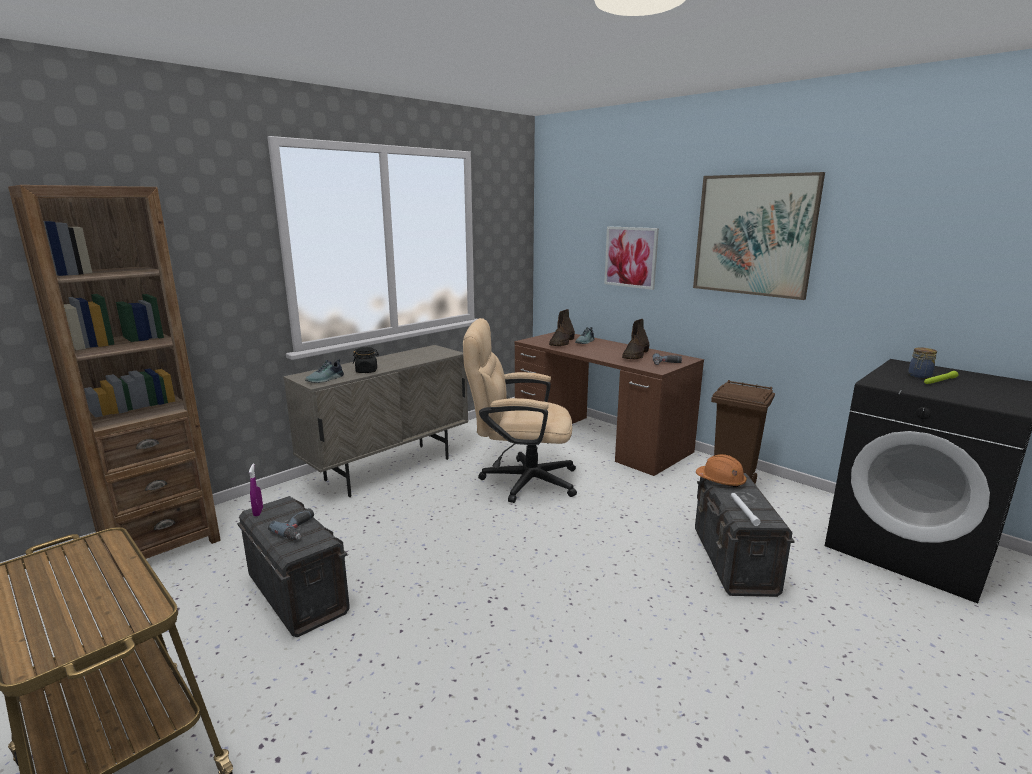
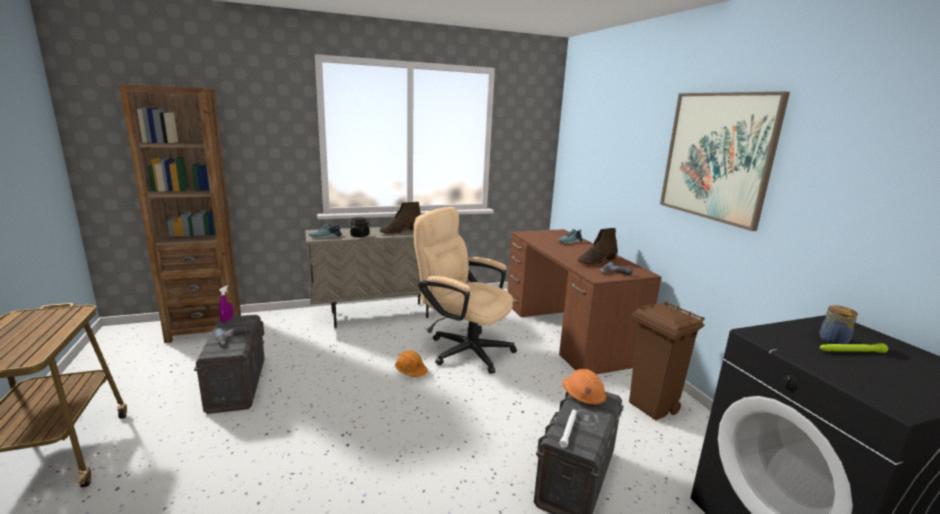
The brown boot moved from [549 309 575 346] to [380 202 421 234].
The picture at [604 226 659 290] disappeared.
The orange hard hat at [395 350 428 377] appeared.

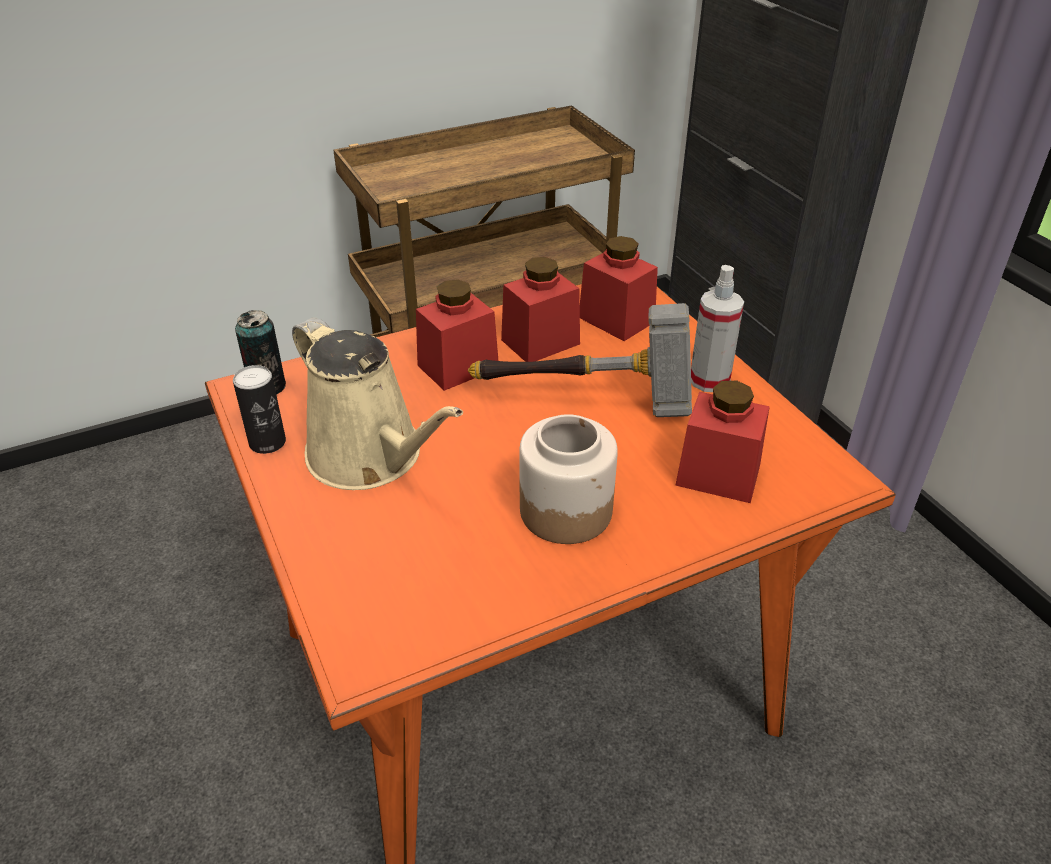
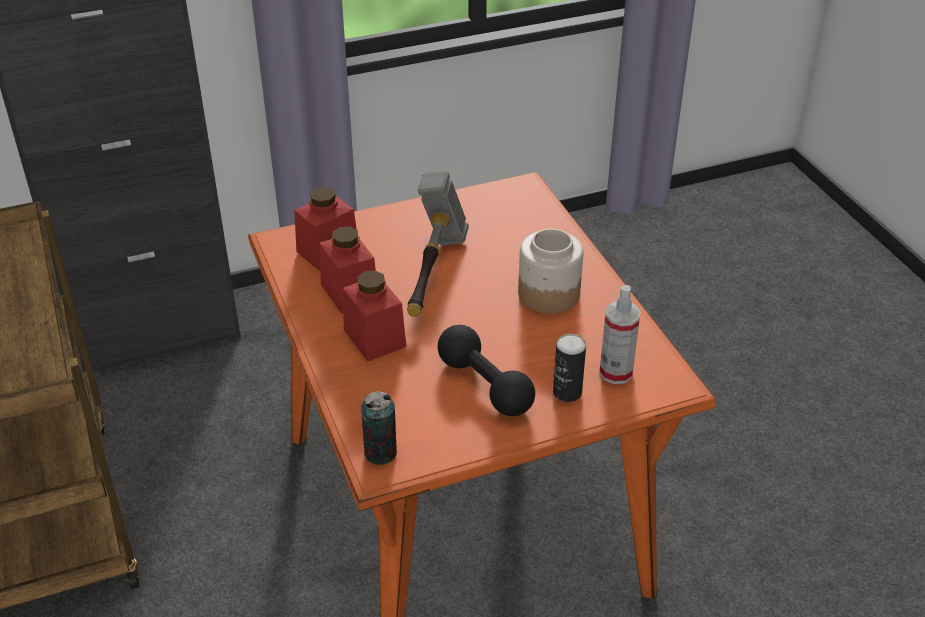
The can moved from [233 365 286 454] to [553 334 586 402].
The beige watering can at [292 317 463 490] was replaced by the black dumbbell at [438 325 535 416].
The red jar at [675 381 770 503] disappeared.
The spray bottle moved from [691 265 744 392] to [599 285 641 384].

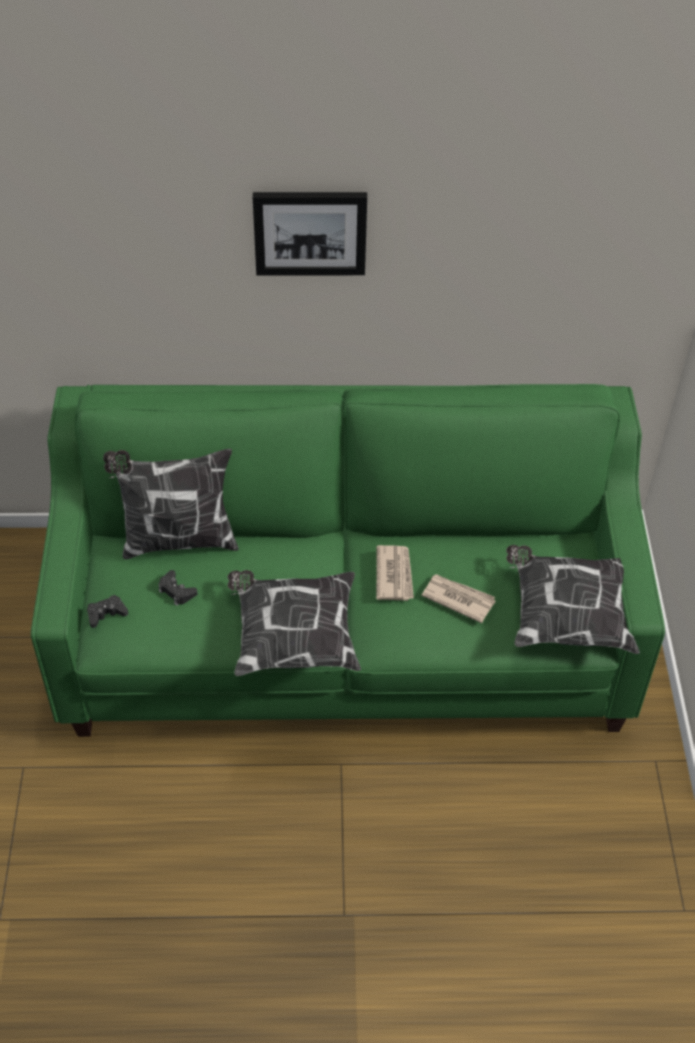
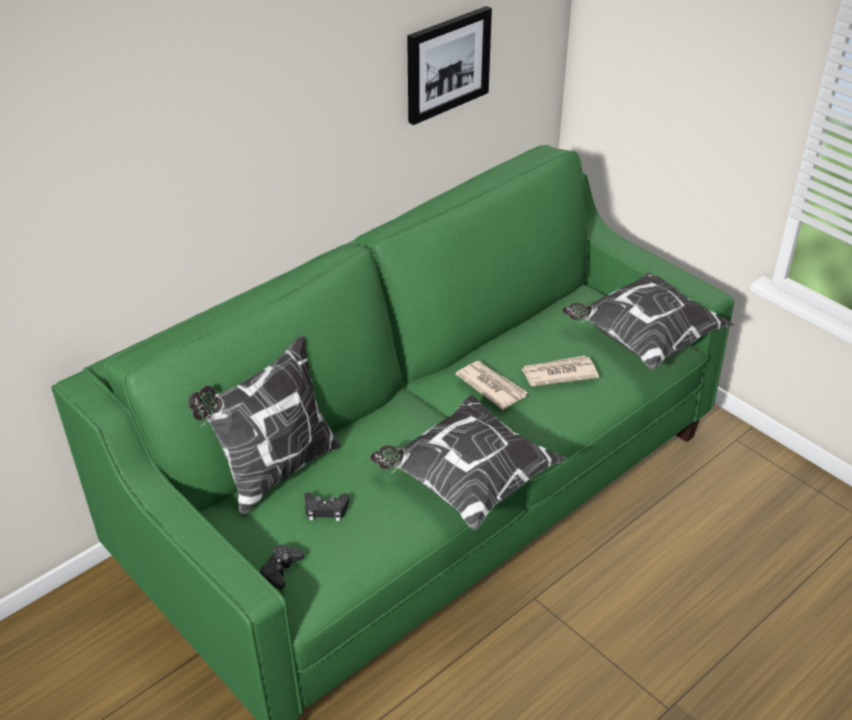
The picture moved from [253 192 367 276] to [407 6 492 125].

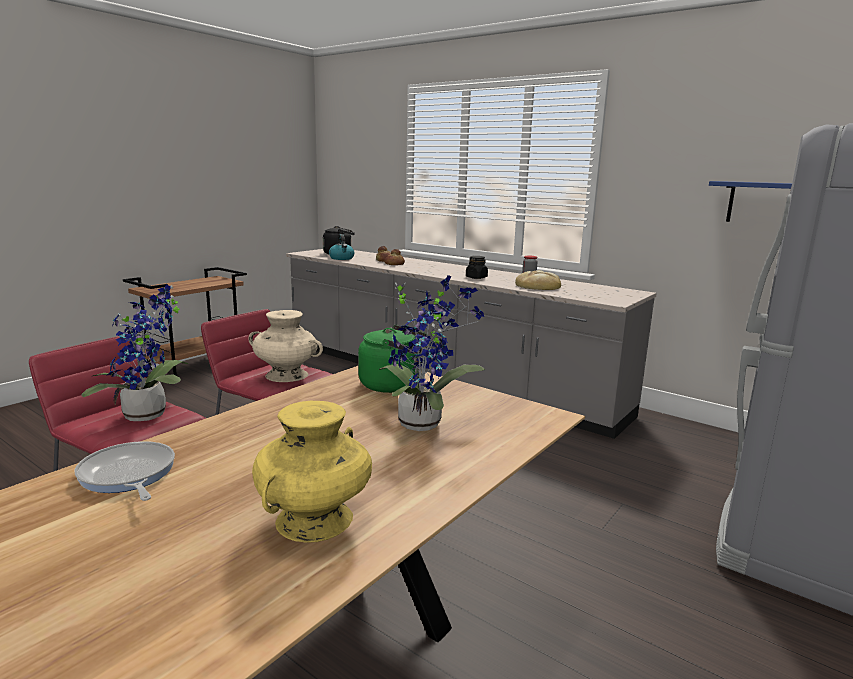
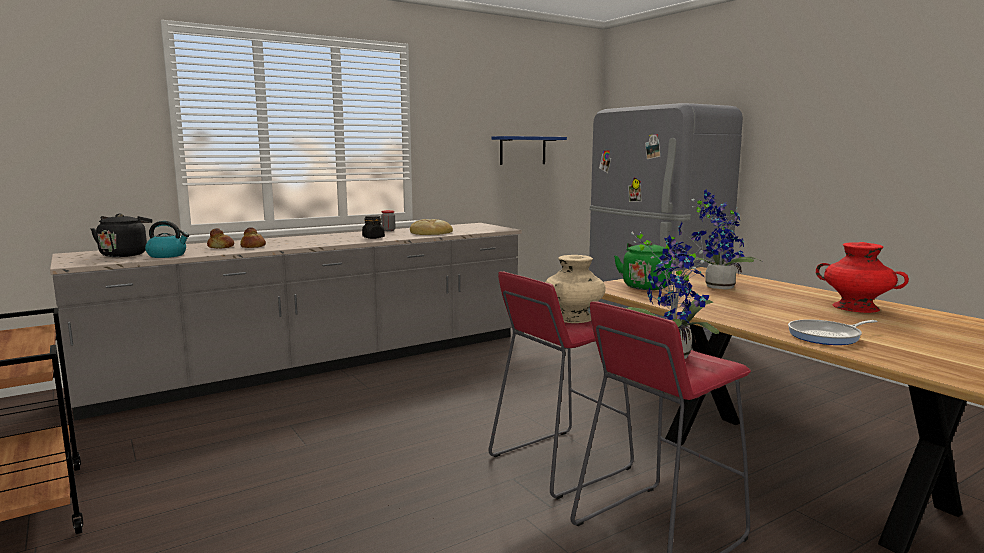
The yellow vase at [252 401 372 543] became the red vase at [816 242 909 313].

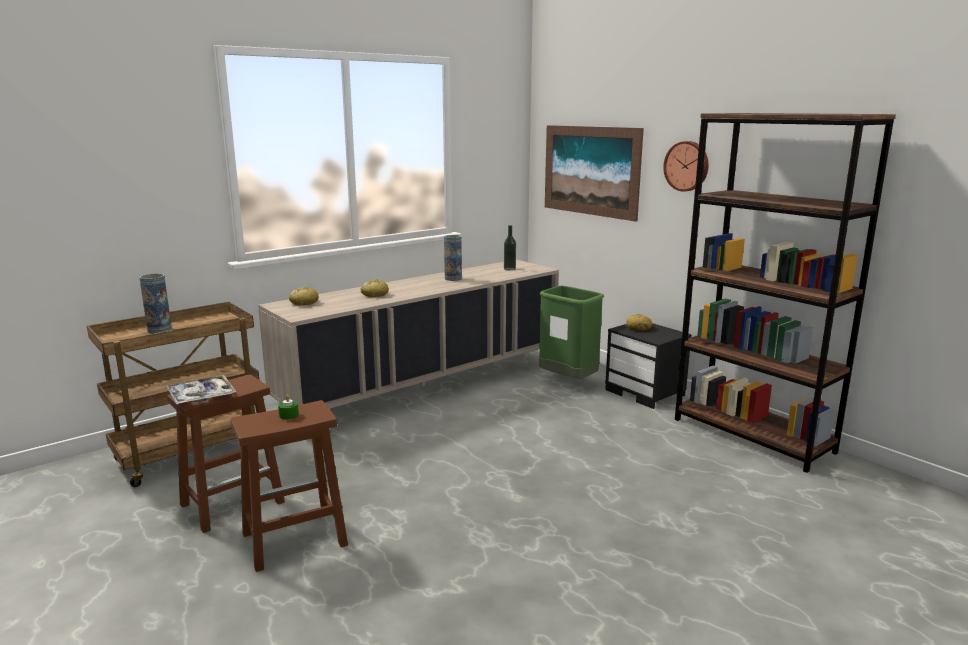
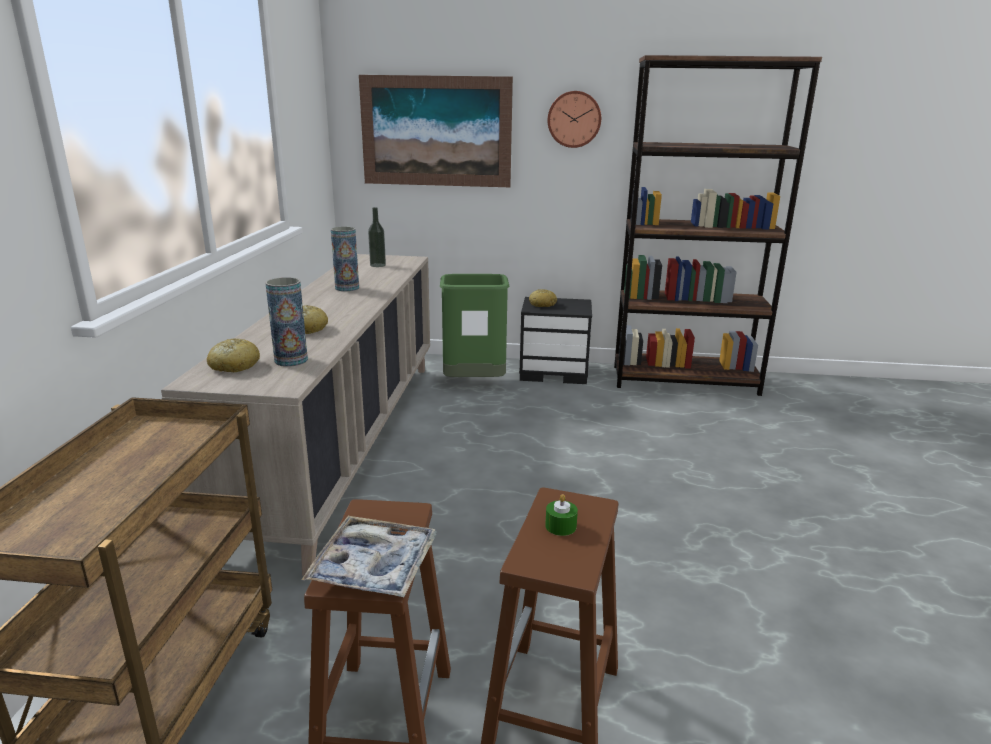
The vase moved from [139 274 172 334] to [266 277 308 367].

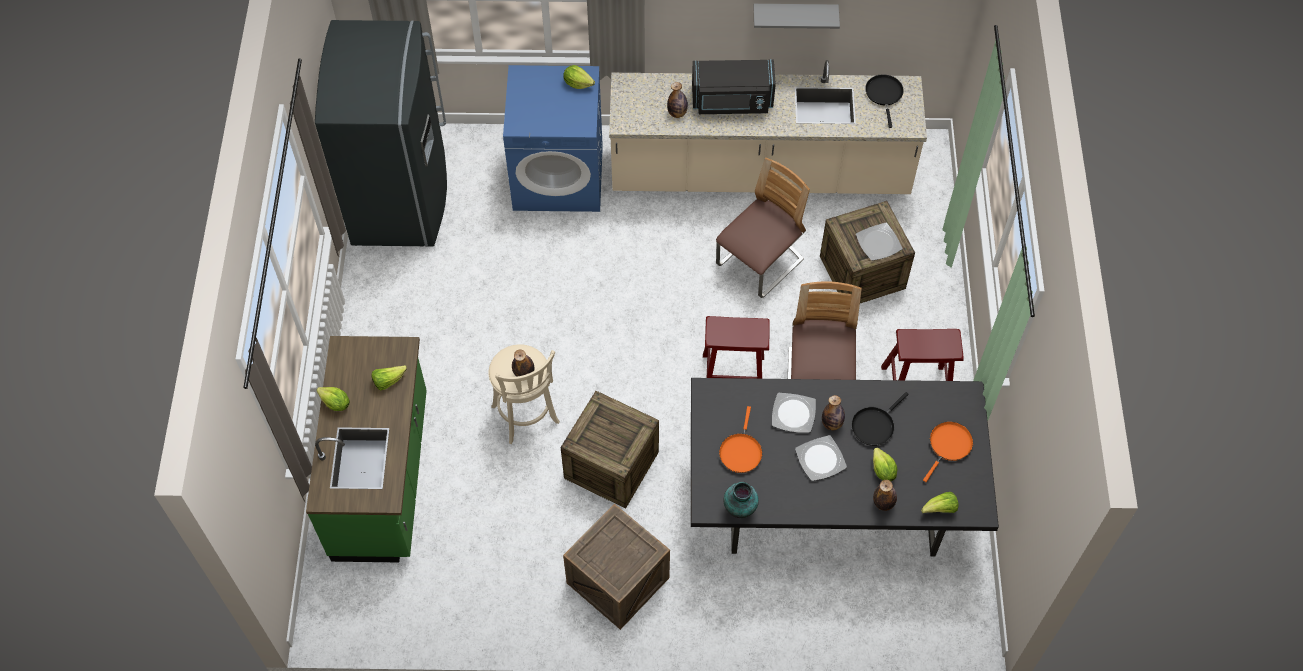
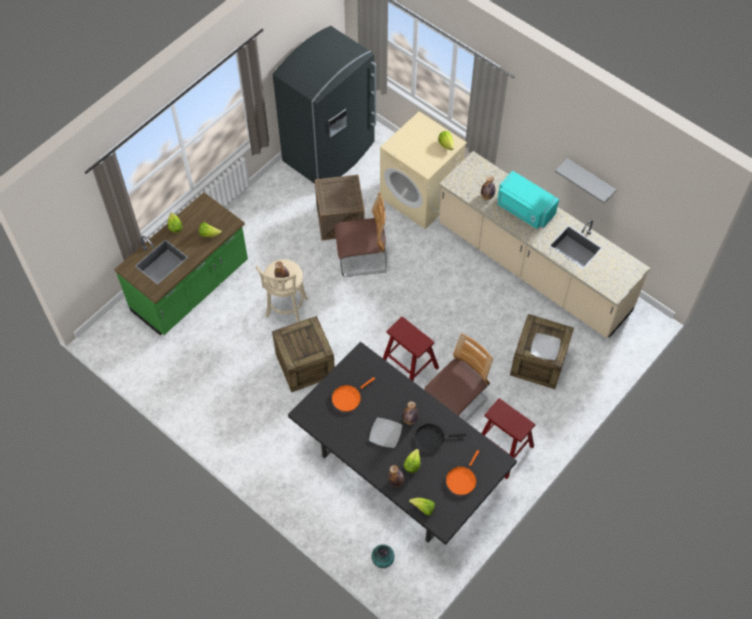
The blue washing machine at [503 65 603 212] became the beige washing machine at [380 111 467 229].
The crate moved from [563 504 670 630] to [315 175 365 241].
The black microwave at [692 60 776 114] became the turquoise microwave at [497 171 559 229].
The chair moved from [716 158 810 298] to [334 192 388 277].
The vase moved from [724 481 759 518] to [372 544 395 568].
The plate at [772 393 816 433] disappeared.
The black frying pan at [865 74 904 128] disappeared.
The orange frying pan at [923 421 973 482] turned 135 degrees clockwise.

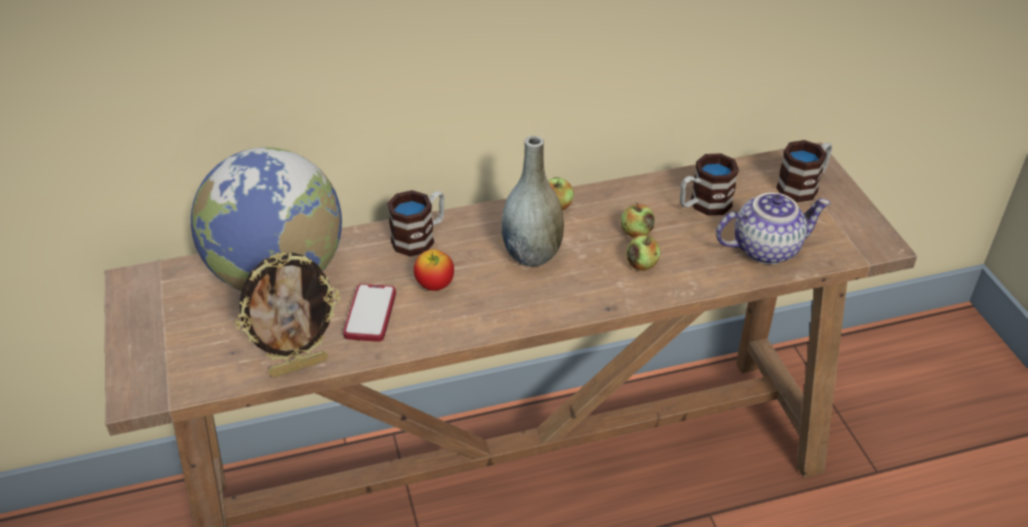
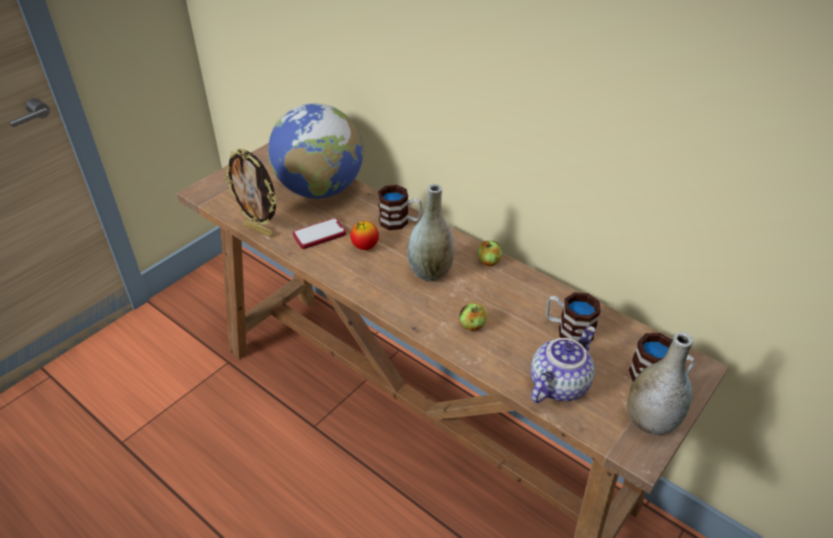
The apple at [621 203 655 238] disappeared.
The teapot at [716 193 830 265] turned 90 degrees counterclockwise.
The grey vase at [628 332 693 435] appeared.

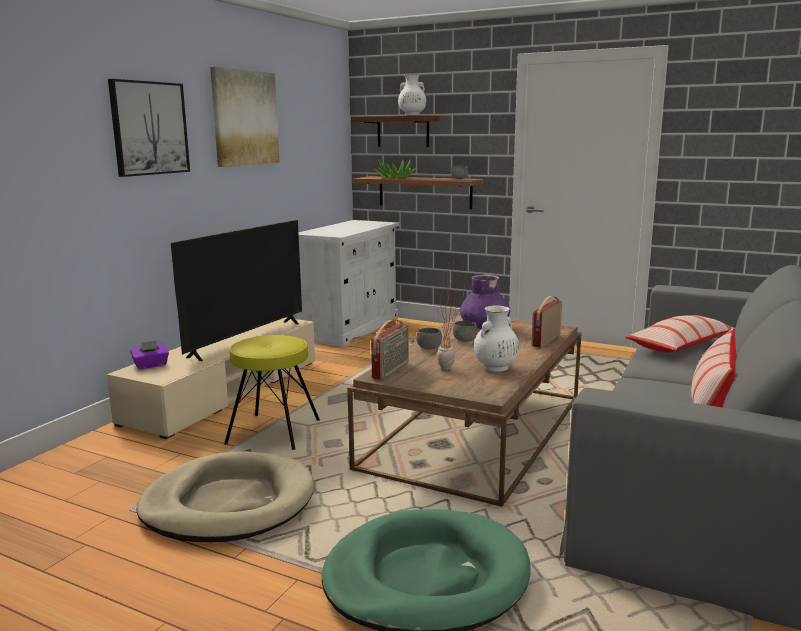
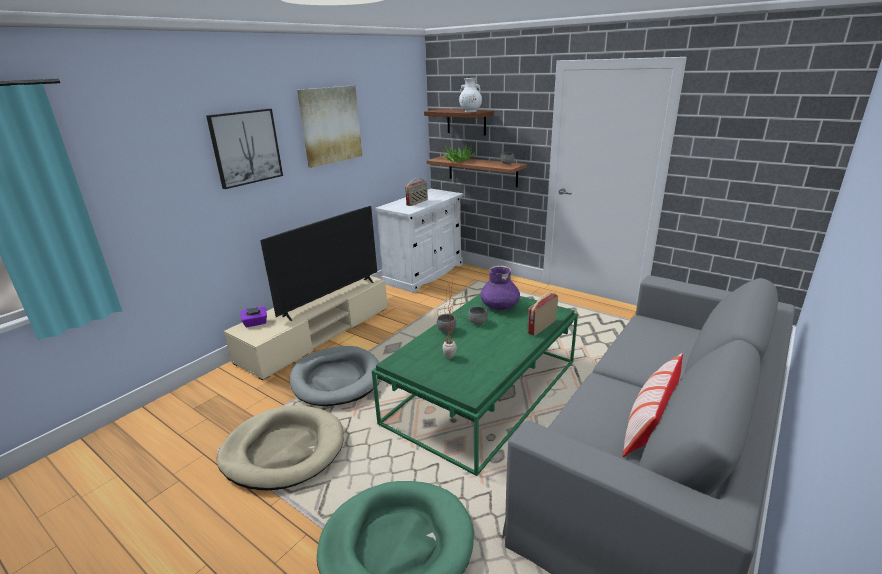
The yellow stool at [224 335 320 450] was replaced by the grey dog bed at [290 346 381 406].
The brown coffee table at [347 315 582 507] became the green coffee table at [372 293 578 476].
The radio moved from [371 319 409 380] to [405 178 428 206].
The white vase at [474 306 519 372] disappeared.
The pillow at [625 315 735 353] disappeared.

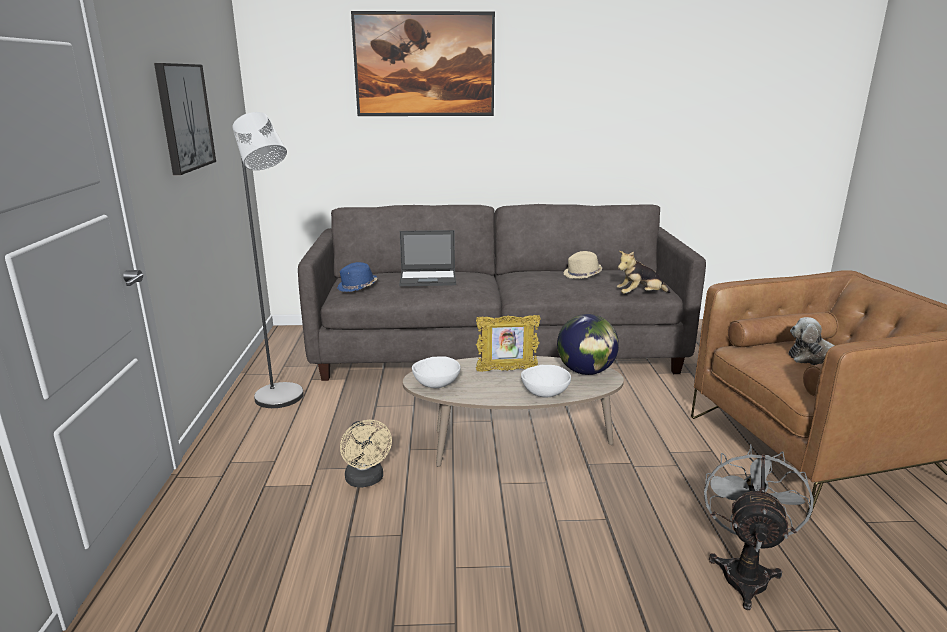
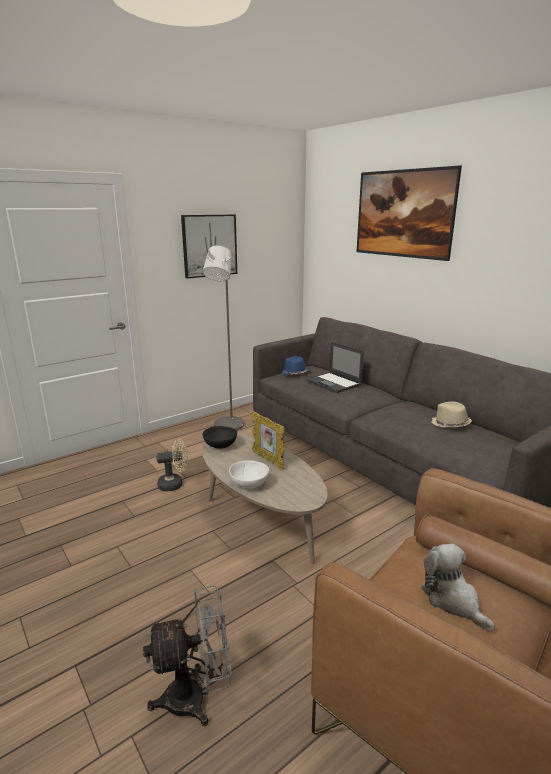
The beige fan at [340 420 392 488] turned 135 degrees counterclockwise.
The white bowl at [412 356 460 388] became the black bowl at [202 426 237 449].
The globe at [557 314 619 375] disappeared.
The plush toy at [617 251 670 294] disappeared.

